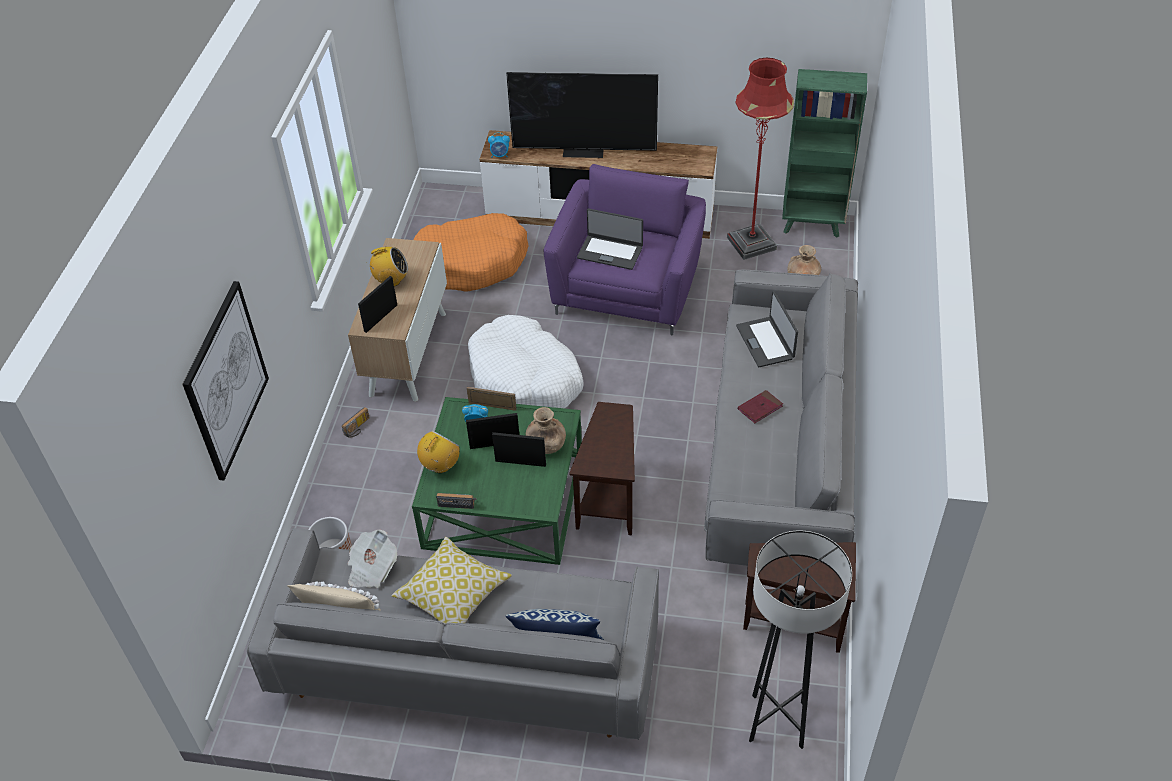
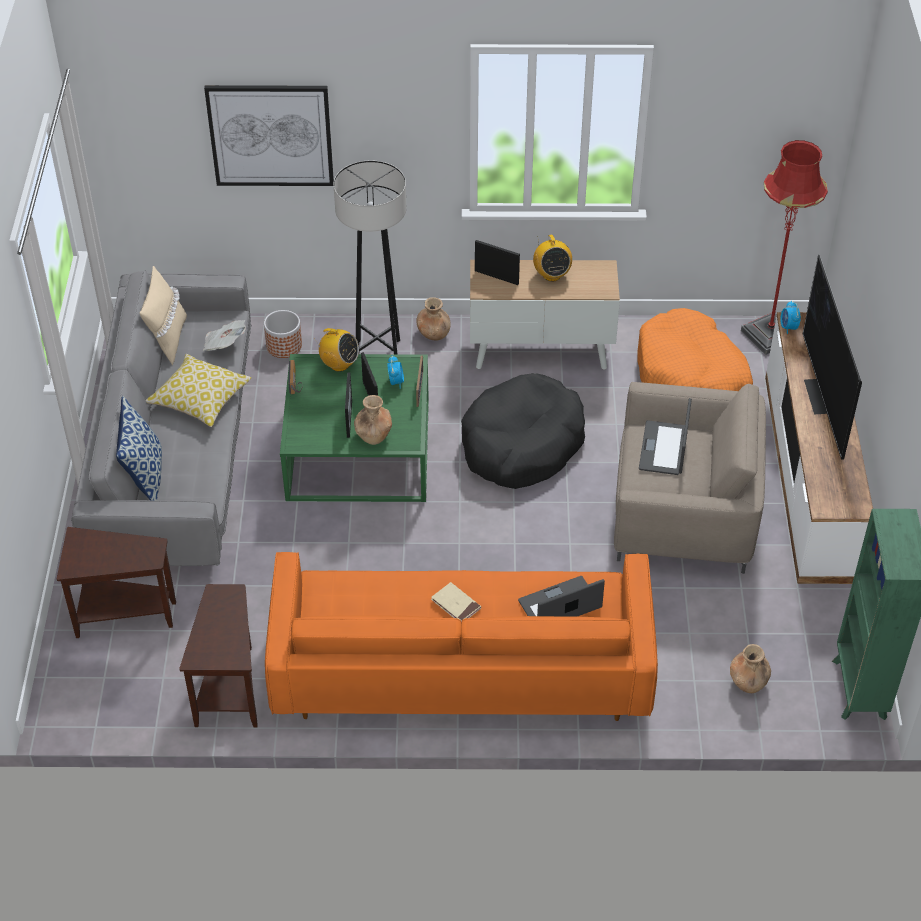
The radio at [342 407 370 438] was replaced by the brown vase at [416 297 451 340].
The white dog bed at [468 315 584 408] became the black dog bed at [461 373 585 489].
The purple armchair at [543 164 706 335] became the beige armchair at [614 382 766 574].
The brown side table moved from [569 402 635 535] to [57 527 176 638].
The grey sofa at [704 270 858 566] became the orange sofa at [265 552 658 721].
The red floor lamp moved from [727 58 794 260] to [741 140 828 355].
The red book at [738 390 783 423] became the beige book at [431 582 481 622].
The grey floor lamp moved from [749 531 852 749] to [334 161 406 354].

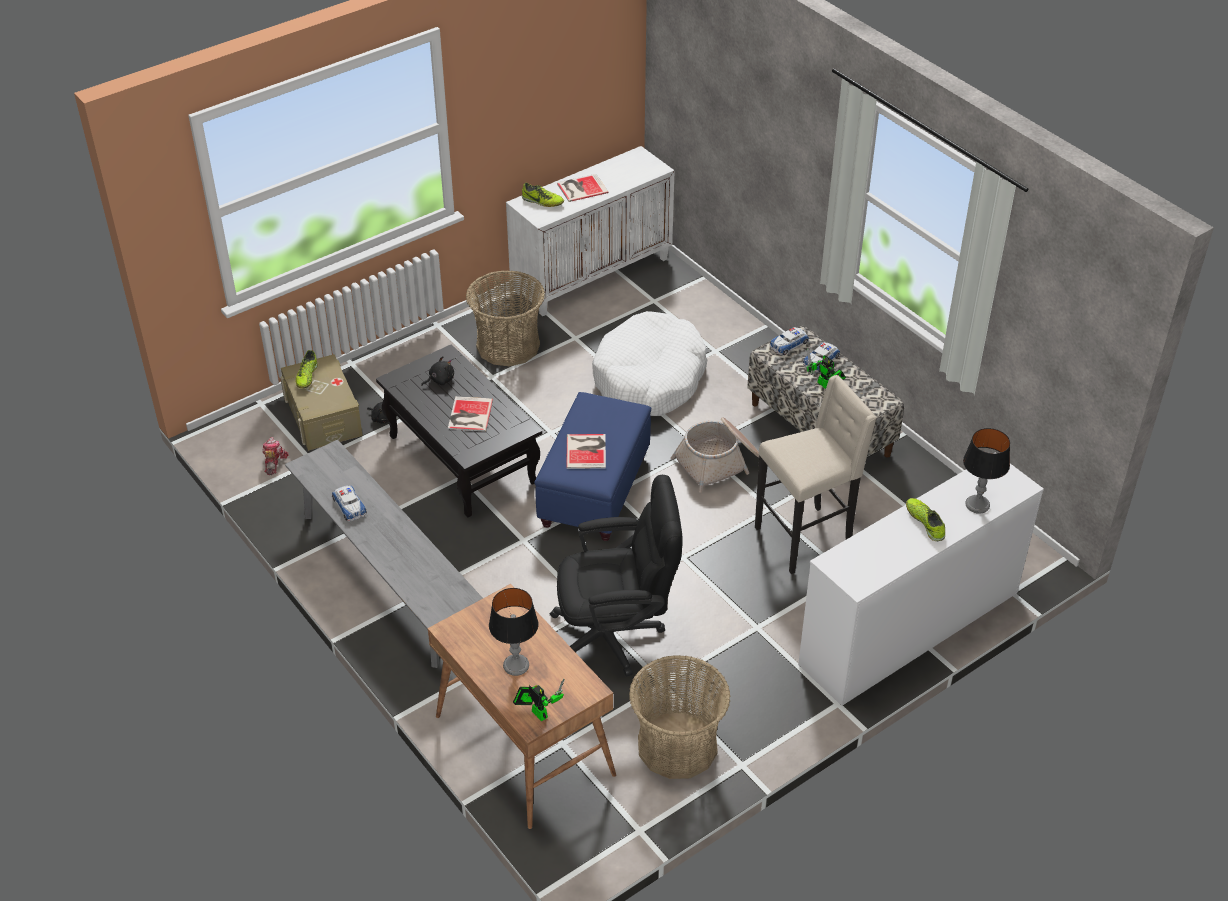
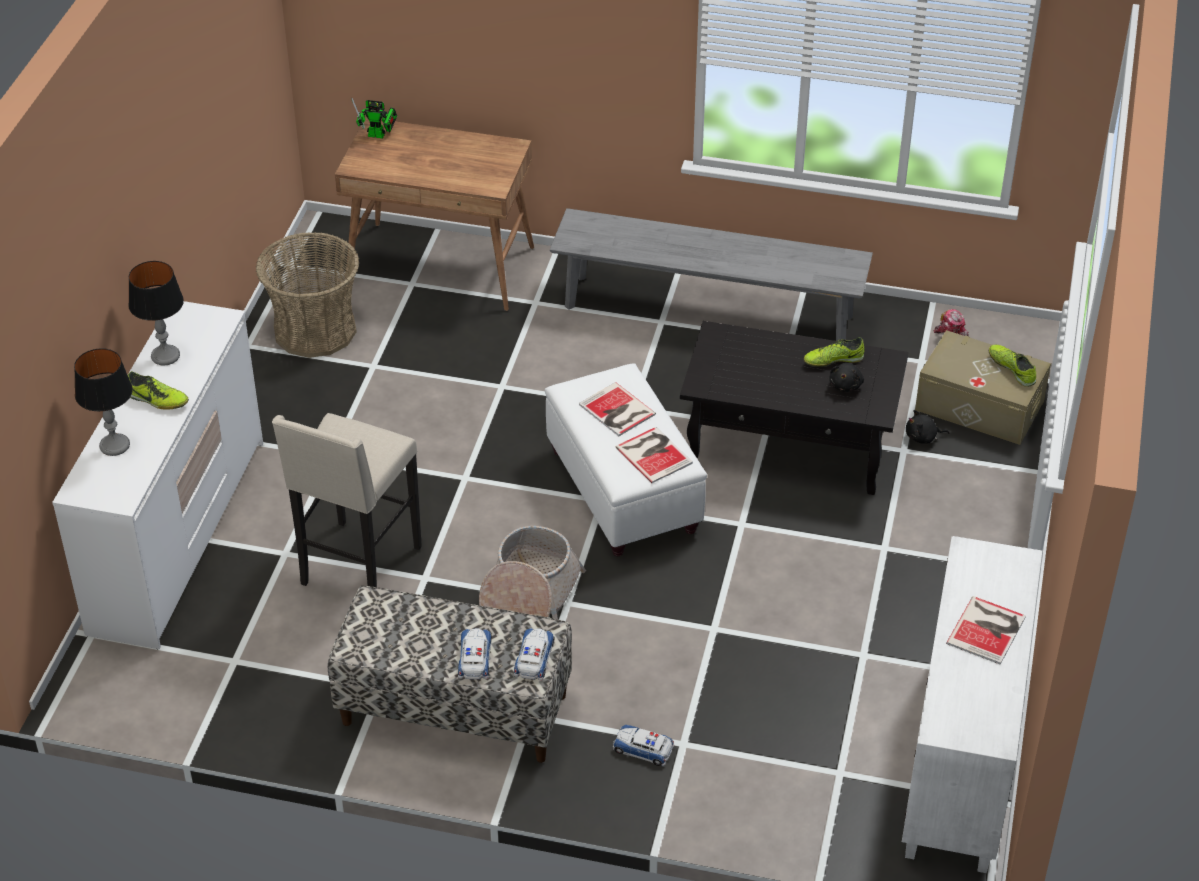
The toy car moved from [332 486 367 522] to [613 725 674 767].
The book moved from [448 396 493 432] to [616 427 693 483].
The basket at [466 270 545 366] disappeared.
The table lamp moved from [489 588 539 676] to [128 261 184 365].
The shoe moved from [522 182 564 207] to [804 337 864 367].
The blue ottoman at [534 392 651 541] became the white ottoman at [545 363 707 556].
The black office chair at [550 475 683 677] disappeared.
The white dog bed at [592 311 707 416] disappeared.
The toy robot at [807 348 846 389] disappeared.

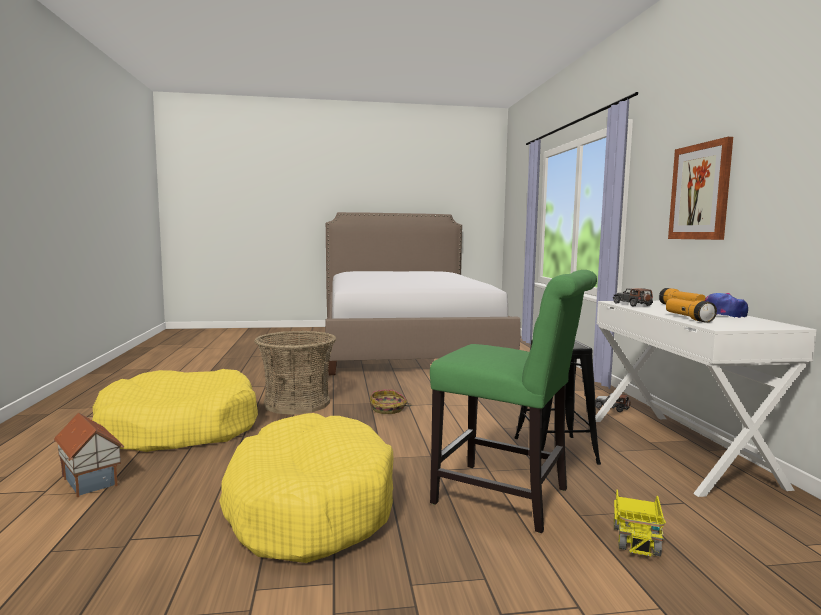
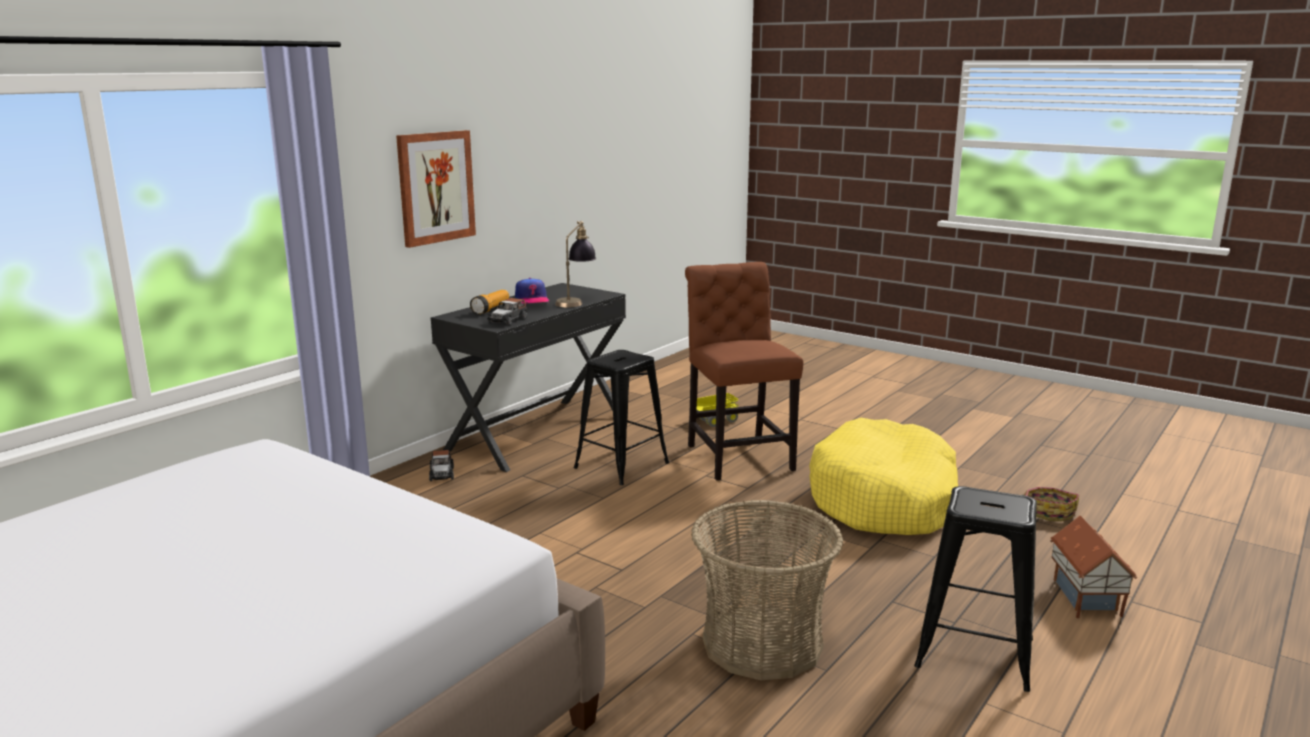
The yellow dog bed at [92 369 258 452] was replaced by the black stool at [914 486 1037 692].
The basket moved from [370 390 412 414] to [1024 487 1079 522].
The green chair at [430 270 597 533] became the brown chair at [685 262 803 481].
The white desk at [595 301 817 497] became the black desk at [431 283 626 472].
The flashlight at [666 298 717 323] was replaced by the table lamp at [555 221 596 307].

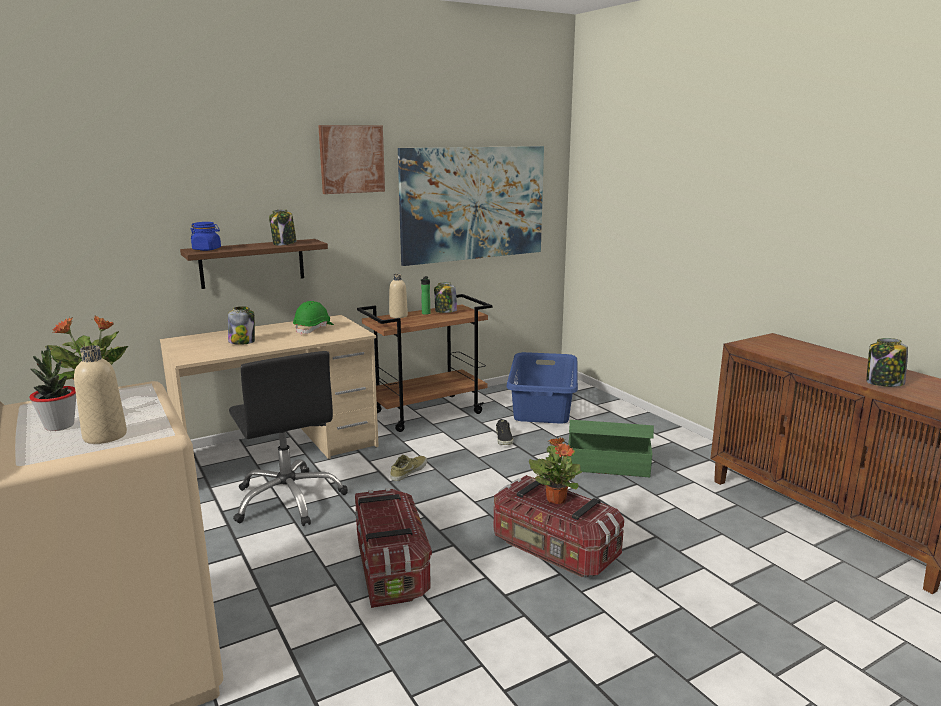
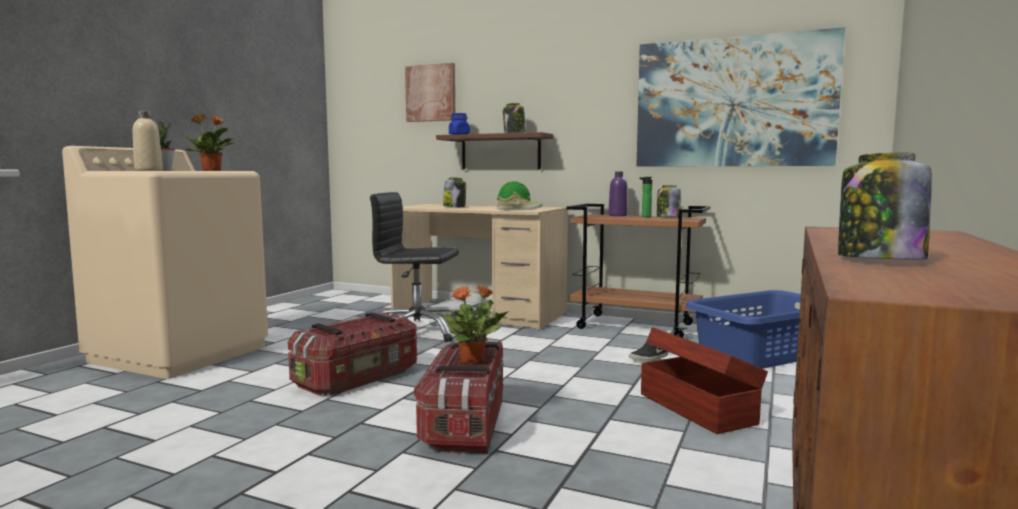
The black office chair at [229 351 348 526] turned 75 degrees clockwise.
The picture moved from [318 125 385 194] to [405 63 455 122].
The beige bottle at [389 274 408 318] became the purple bottle at [608 171 628 216].
The beige shoe moved from [390 455 427 481] to [498 191 542 210].
The green storage box at [568 420 654 477] became the brown storage box at [641 327 768 434].

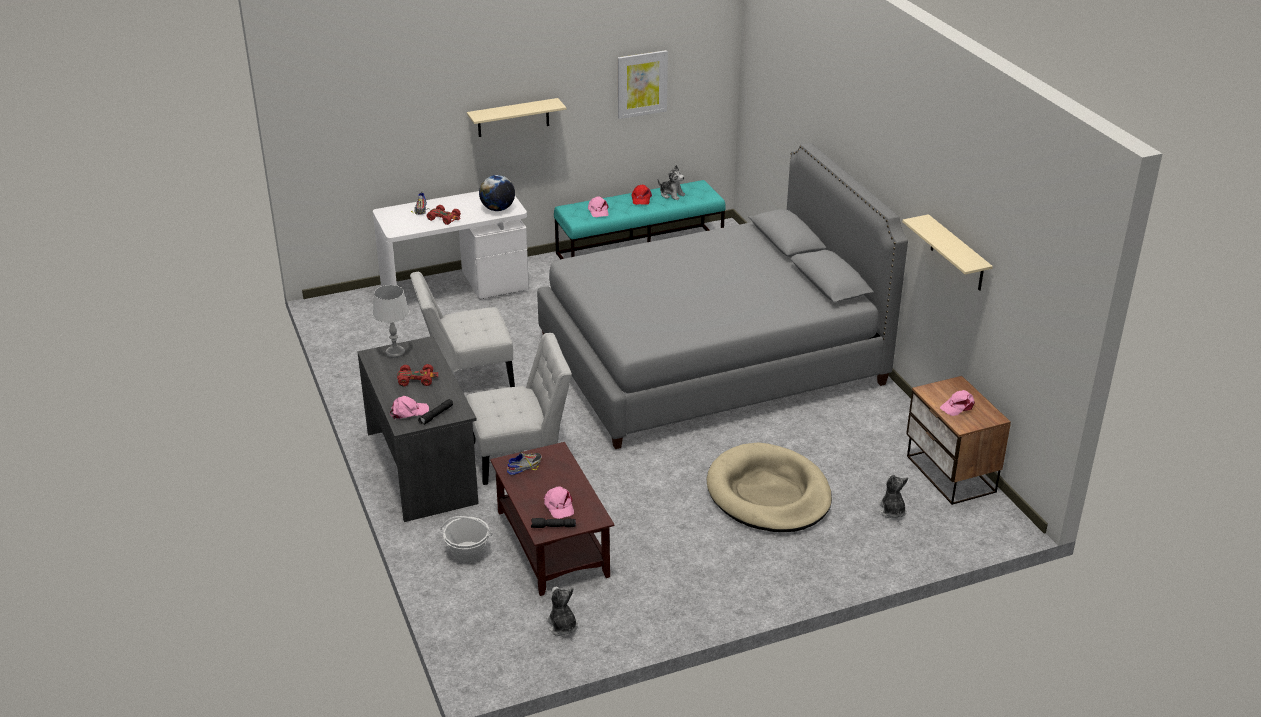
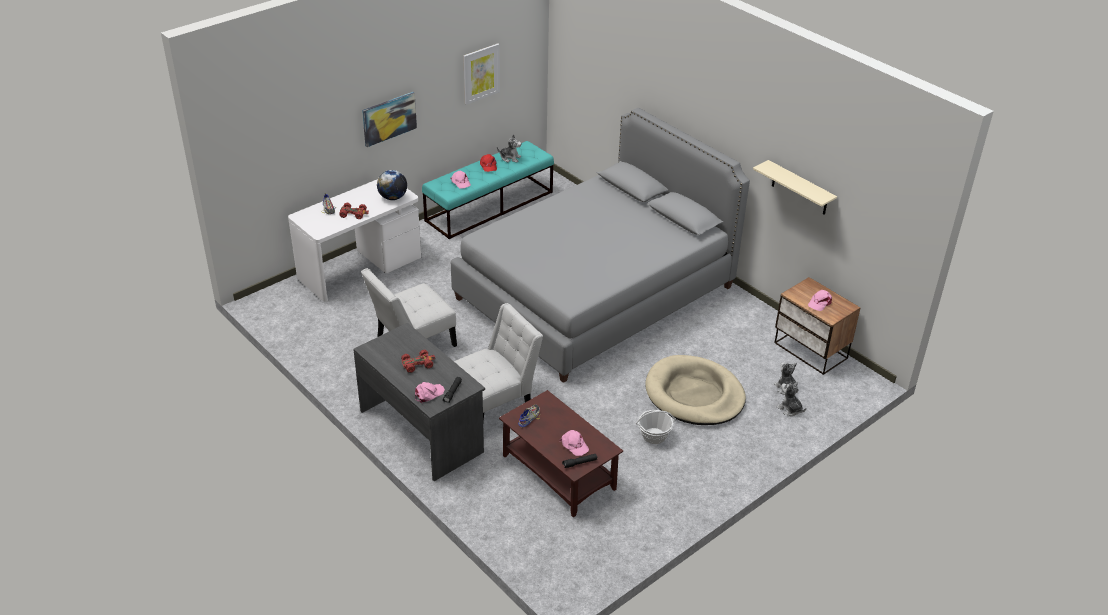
The grey table lamp at [373 285 409 358] disappeared.
The basket moved from [440 516 492 562] to [636 410 676 444].
The beige shelf at [467 98 566 137] was replaced by the picture at [362 92 417 147].
The plush toy moved from [546 587 578 636] to [776 381 806 416].

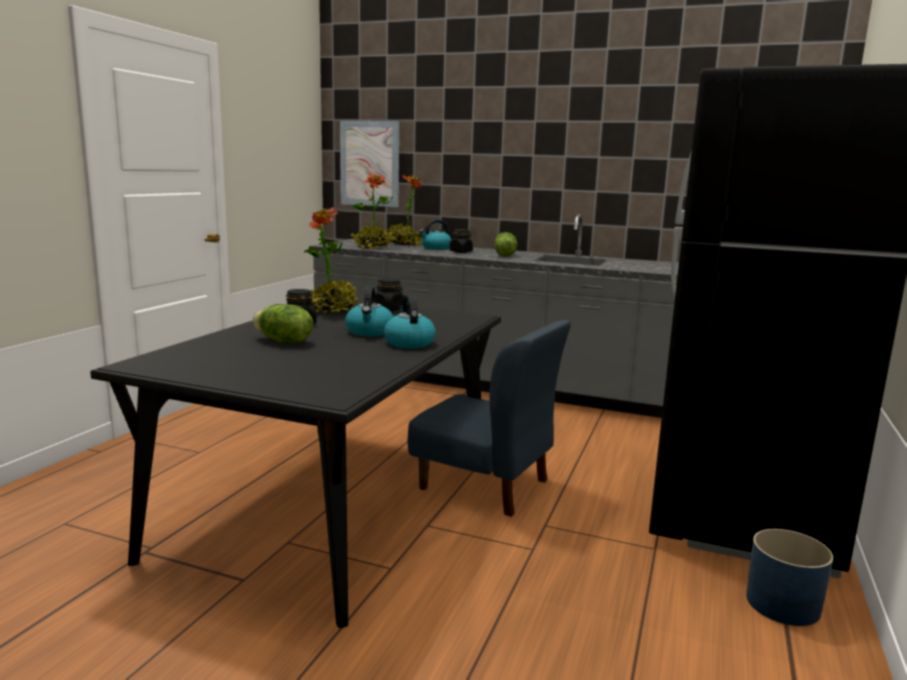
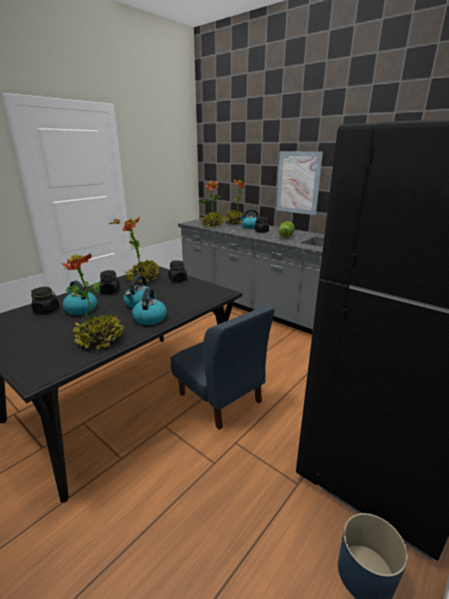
The lettuce at [253 304 313 343] was replaced by the kettle at [63 281 97 315].
The picture moved from [340 121 399 207] to [276 151 323 215].
The black jar at [31 287 59 314] appeared.
The potted plant at [61 253 124 349] appeared.

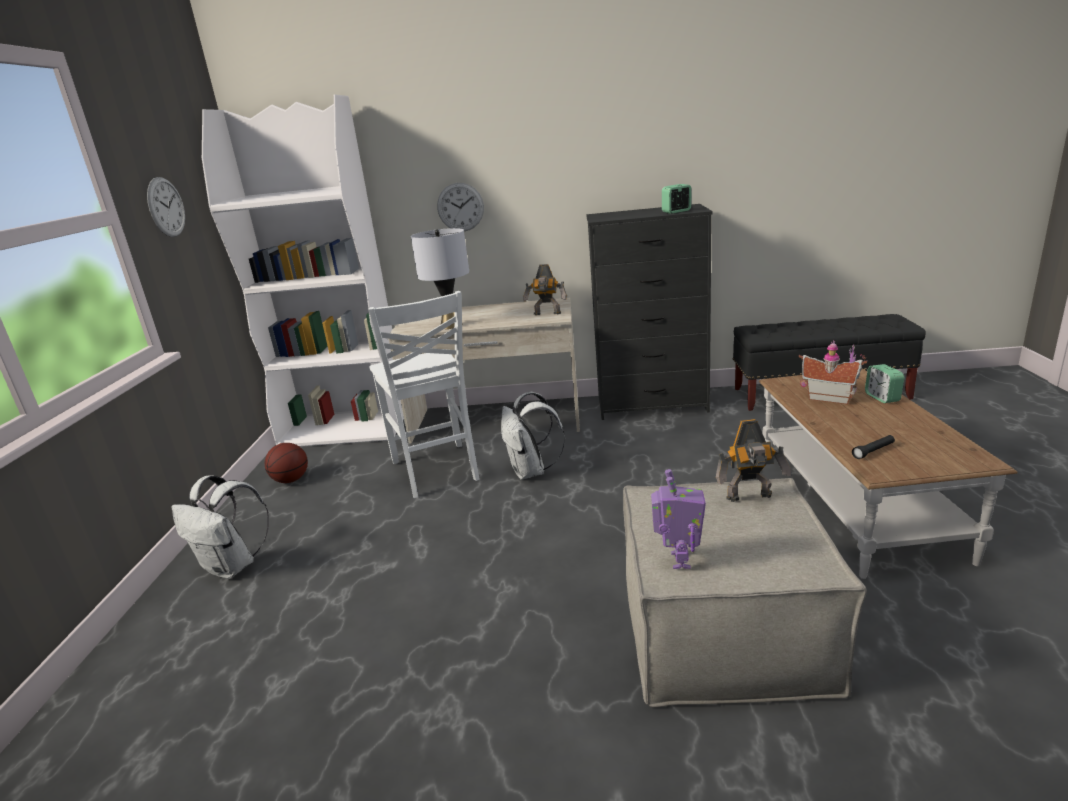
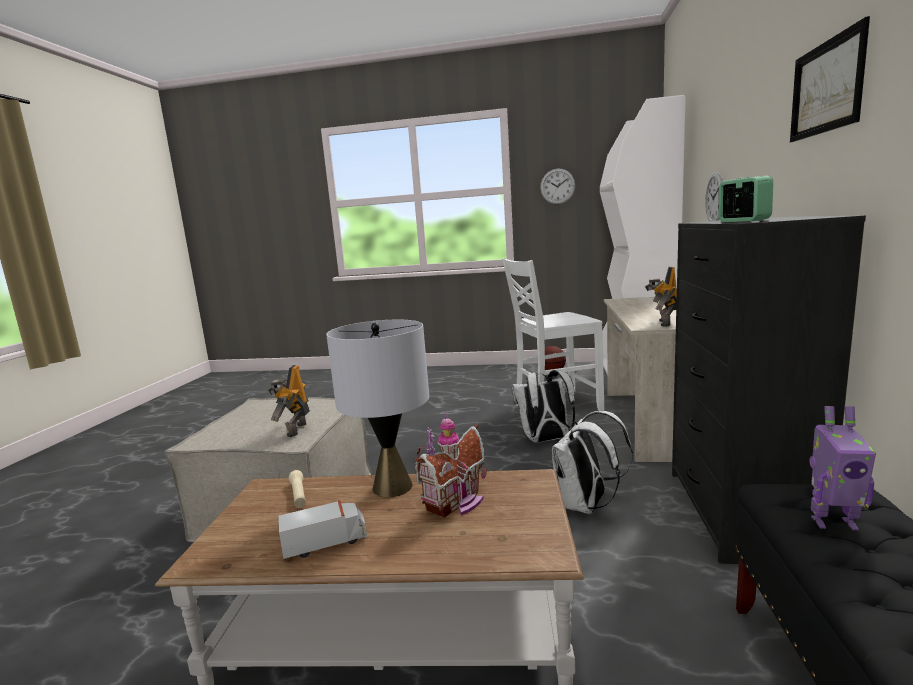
The white backpack moved from [172 475 269 579] to [552 411 633 514].
The grey table lamp moved from [411 228 469 329] to [326 320 429 497].
The toy robot moved from [651 469 706 569] to [810 406 876 531].
The black flashlight at [852 435 895 459] became the beige flashlight at [289 470 306 508].
The alarm clock at [865 364 904 403] disappeared.
The toy truck at [278 500 367 559] appeared.
The picture at [790 16 870 142] appeared.

